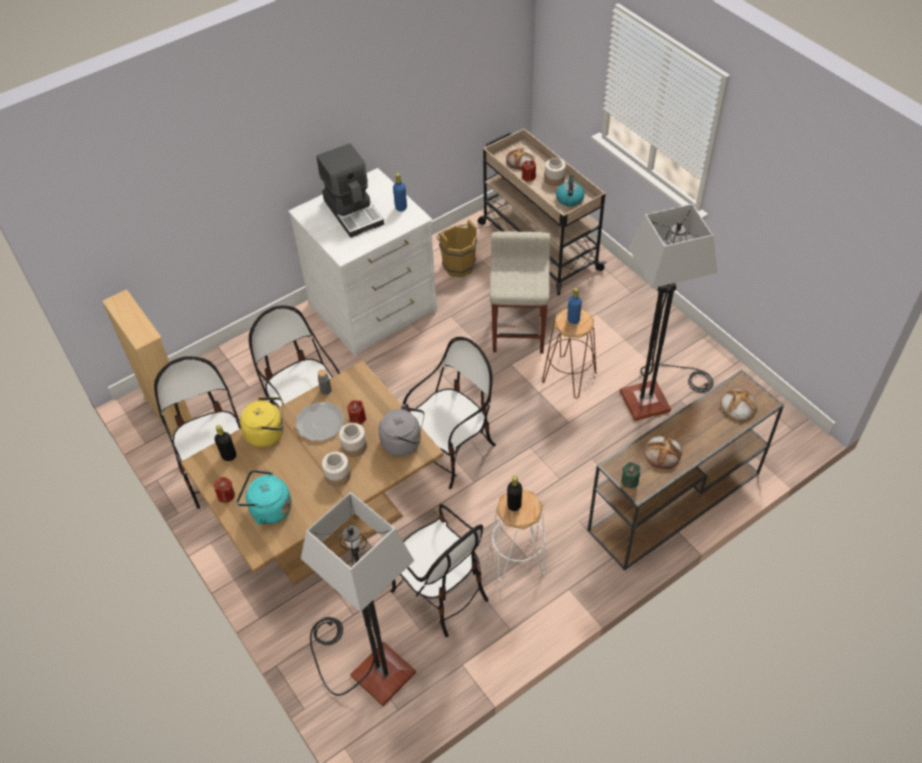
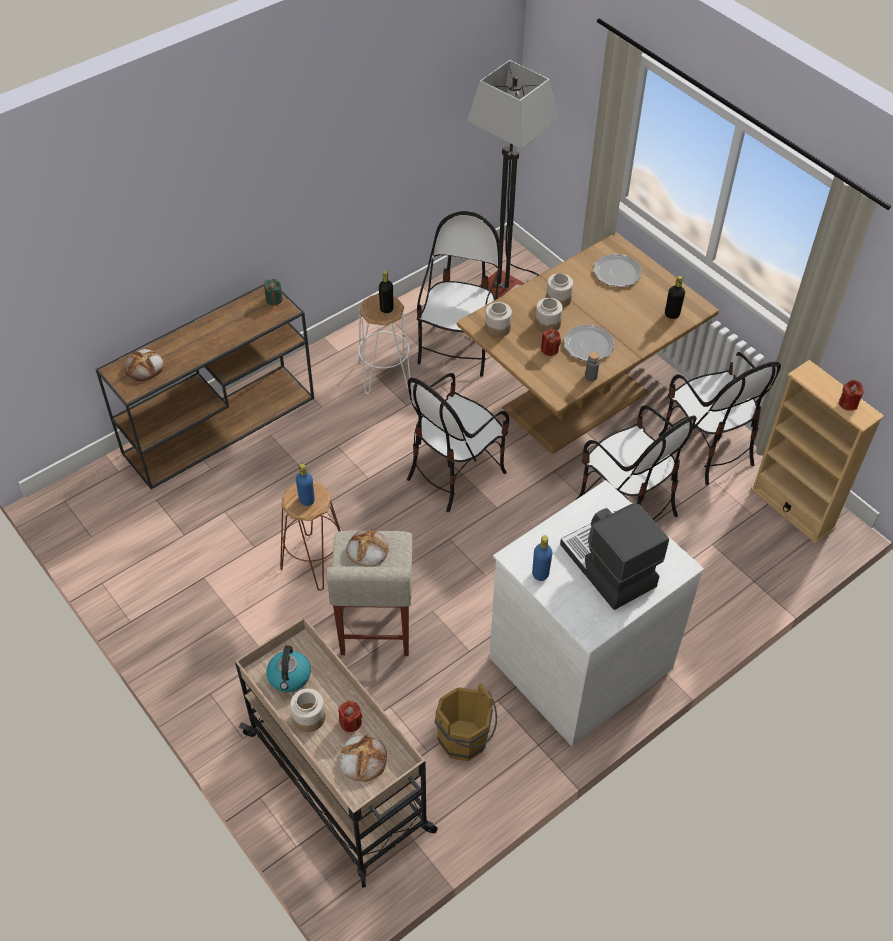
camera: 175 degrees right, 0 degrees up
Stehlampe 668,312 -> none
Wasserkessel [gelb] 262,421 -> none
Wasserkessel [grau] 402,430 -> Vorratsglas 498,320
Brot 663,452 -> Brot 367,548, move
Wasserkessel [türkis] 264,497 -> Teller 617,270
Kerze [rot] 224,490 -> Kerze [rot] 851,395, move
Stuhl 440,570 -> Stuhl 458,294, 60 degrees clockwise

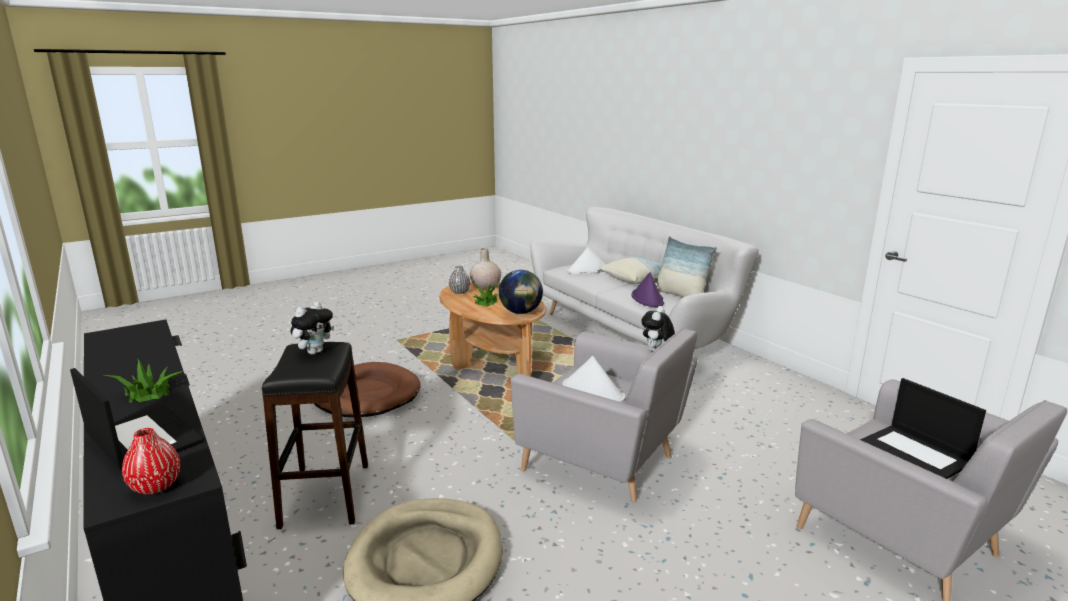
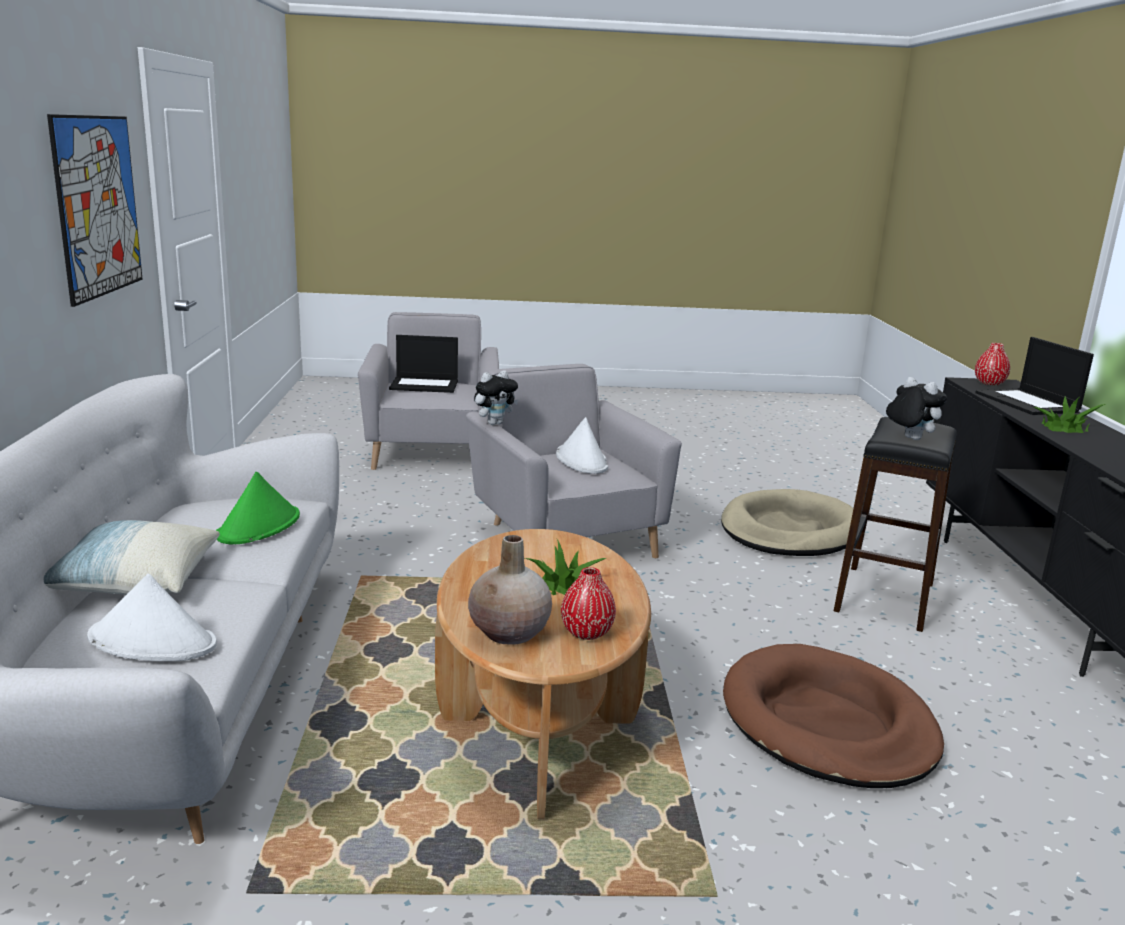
camera: 150 degrees left, 0 degrees up
Kissen 687,266 -> none
Vase [grau] 459,280 -> Vase [rot] 588,603
Globus 521,292 -> none
Hut [lila] 647,289 -> Hut [grün] 258,508
Plüschtier 312,328 -> Plüschtier 916,408, 75 degrees clockwise
Laptop 923,428 -> Laptop 423,364, 90 degrees clockwise
none -> Bild 95,210

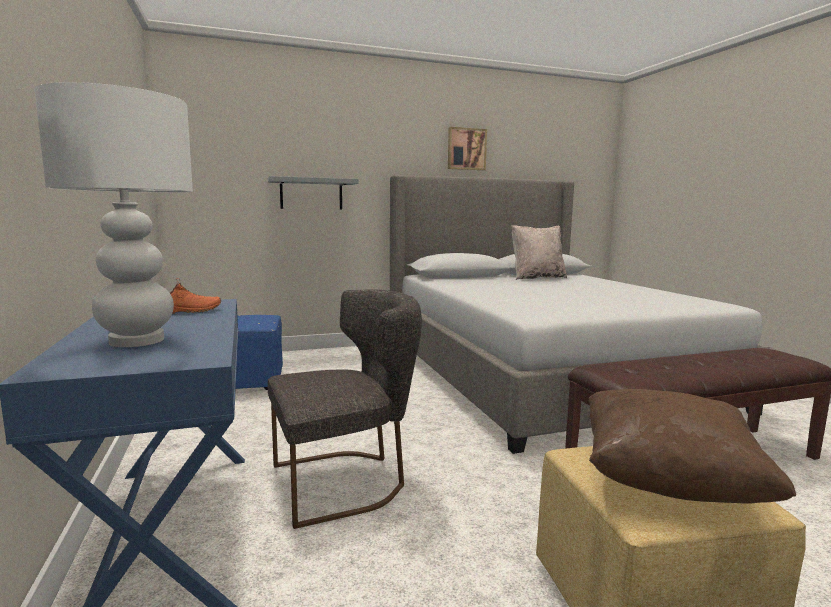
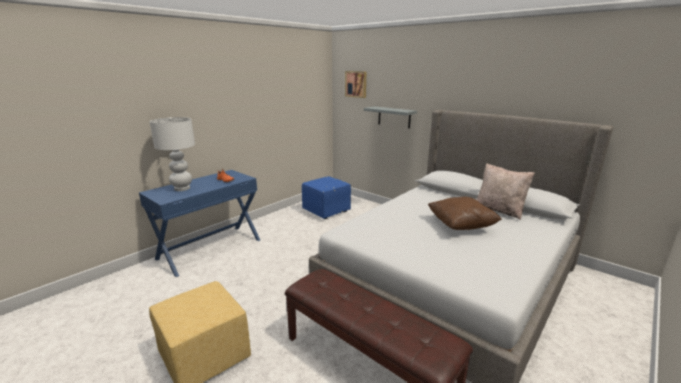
camera: 60 degrees right, 10 degrees up
Bild 467,148 -> Bild 355,84, move
Stuhl [grau] 345,409 -> none
Kissen [braun] 692,446 -> Kissen [braun] 465,213, move

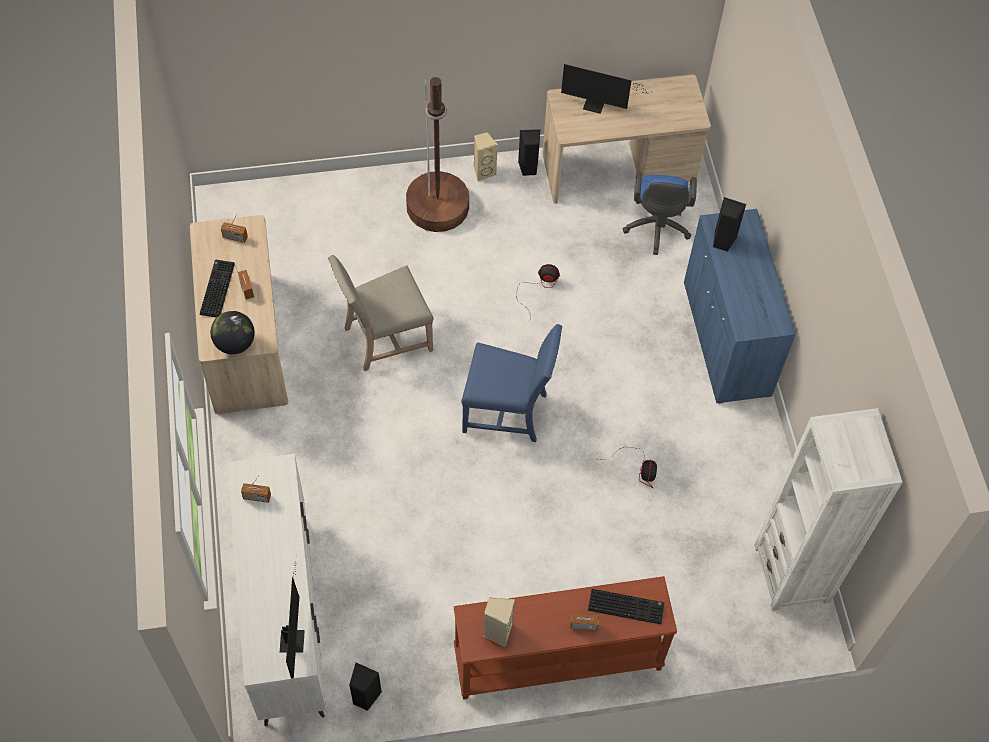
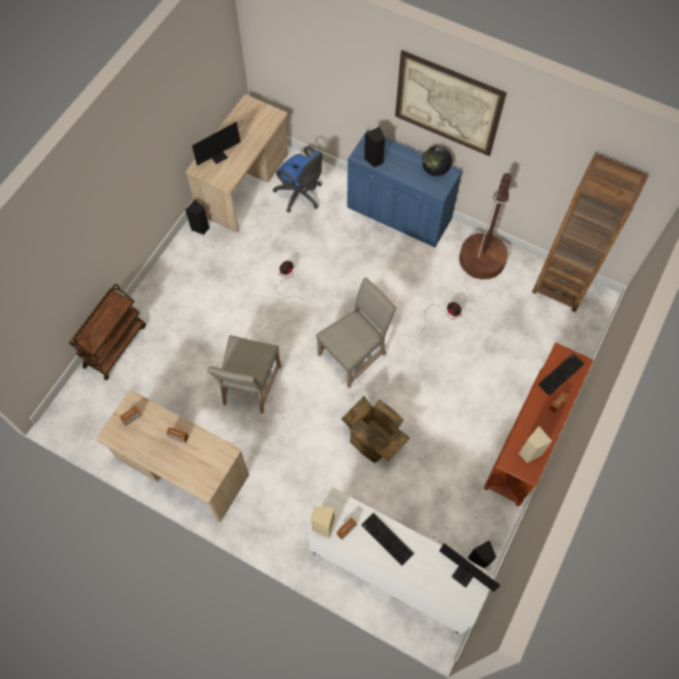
camera: 50 degrees left, 5 degrees up
Stehlampe [braun] 437,154 -> Stehlampe [braun] 485,226, move
Lautsprecher [beige] 486,156 -> Lautsprecher [beige] 323,522, move
Tastatur 217,289 -> Tastatur 388,539, move
Globus 232,332 -> Globus 437,161, move
Stuhl [blau] 511,383 -> Stuhl [beige] 356,333
Bücherregal [weiß] 828,509 -> Bücherregal [braun] 590,232
none -> Bild 451,103
none -> Rollwagen [braun] 107,332
none -> Karton 376,429

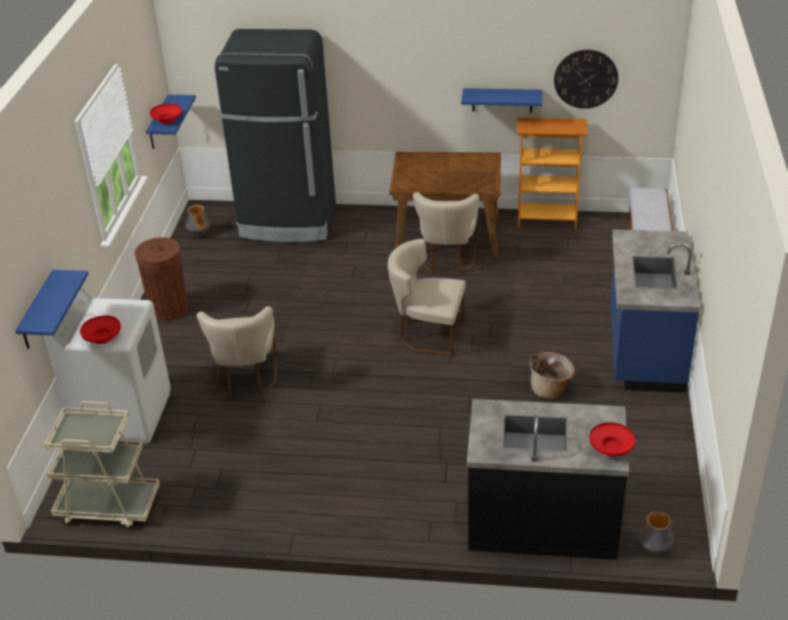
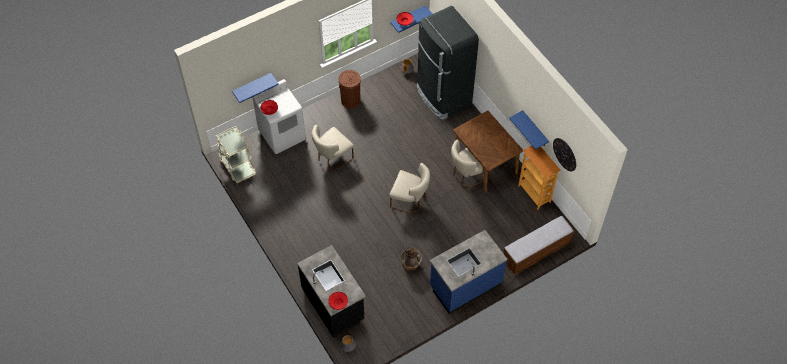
camera: 50 degrees right, 20 degrees up
Stuhl [beige] 426,297 -> Stuhl [beige] 410,188, 135 degrees clockwise

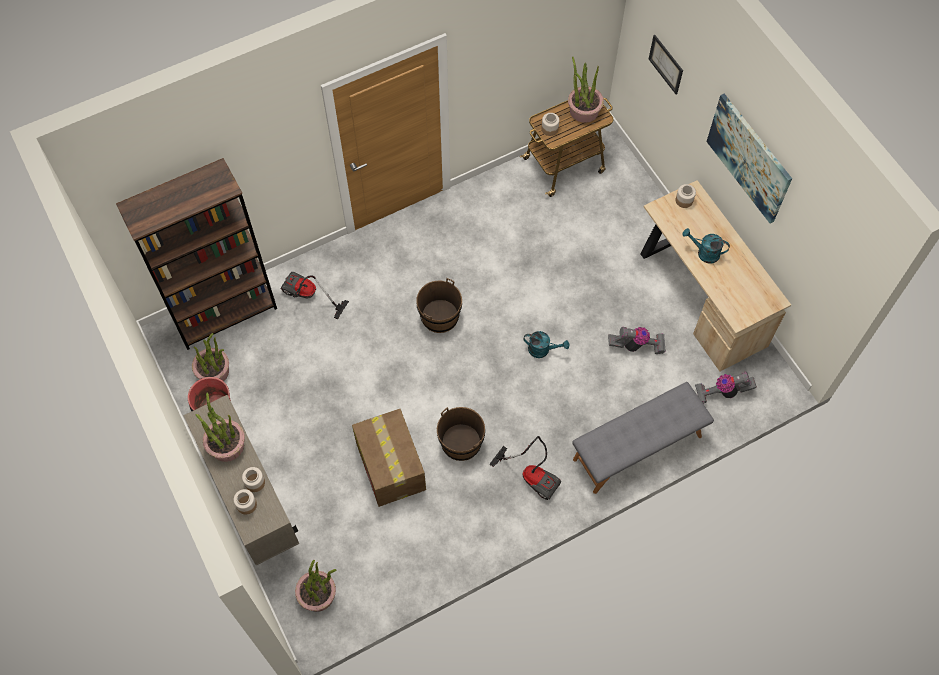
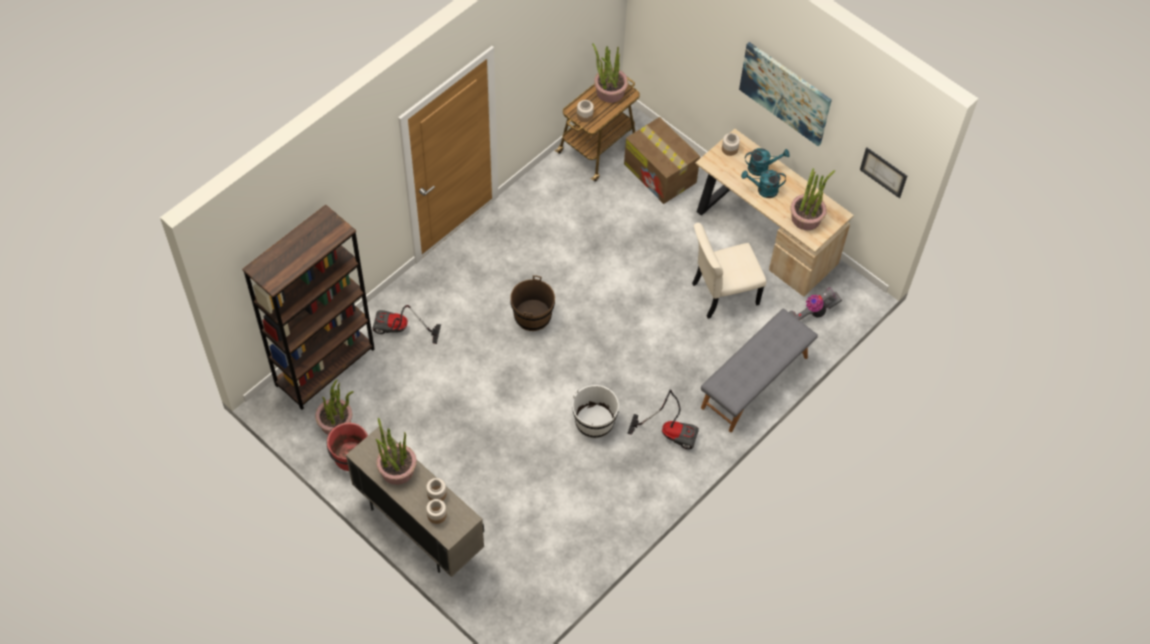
camera: 20 degrees left, 5 degrees down
Bild 666,64 -> Bild 883,173, move
Staubsauger 637,340 -> Stuhl [beige] 729,271
Gießkanne [türkis] 546,344 -> Gießkanne [türkis] 767,162, move
Eimer [braun] 461,434 -> Eimer [weiß] 595,411
Karton 389,458 -> Karton 662,160, move
Topfpflanze 315,586 -> Topfpflanze 812,199, move

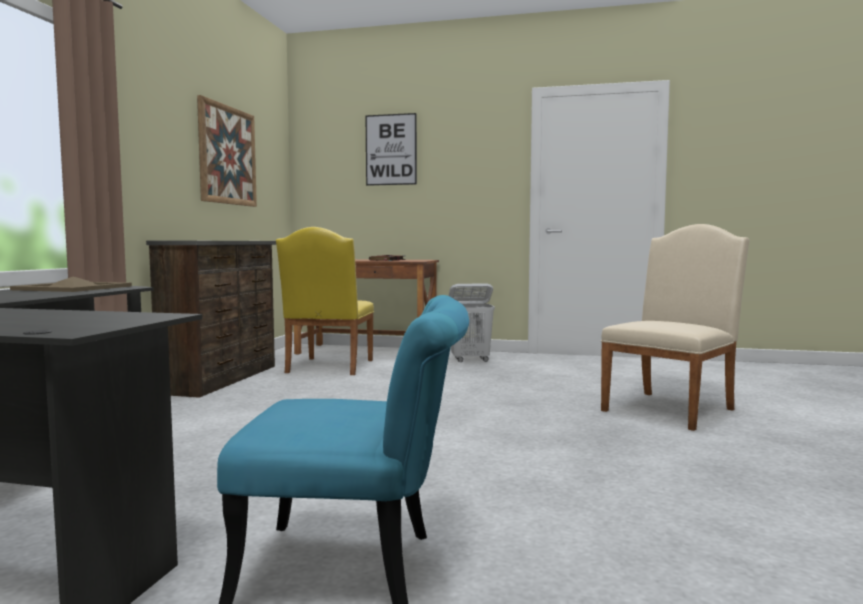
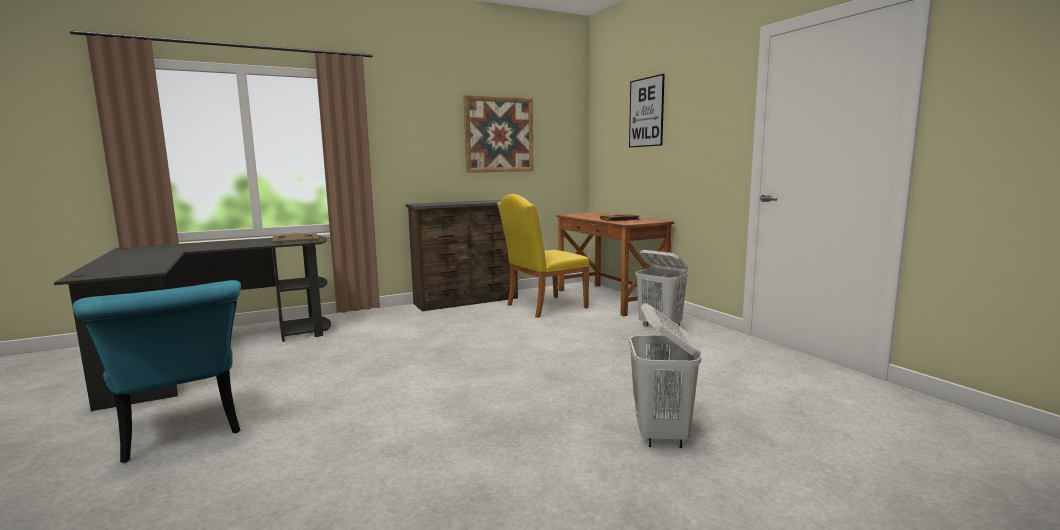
camera: 50 degrees right, 5 degrees up
Stuhl [beige] 675,327 -> Wäschekorb [weiß] 665,375

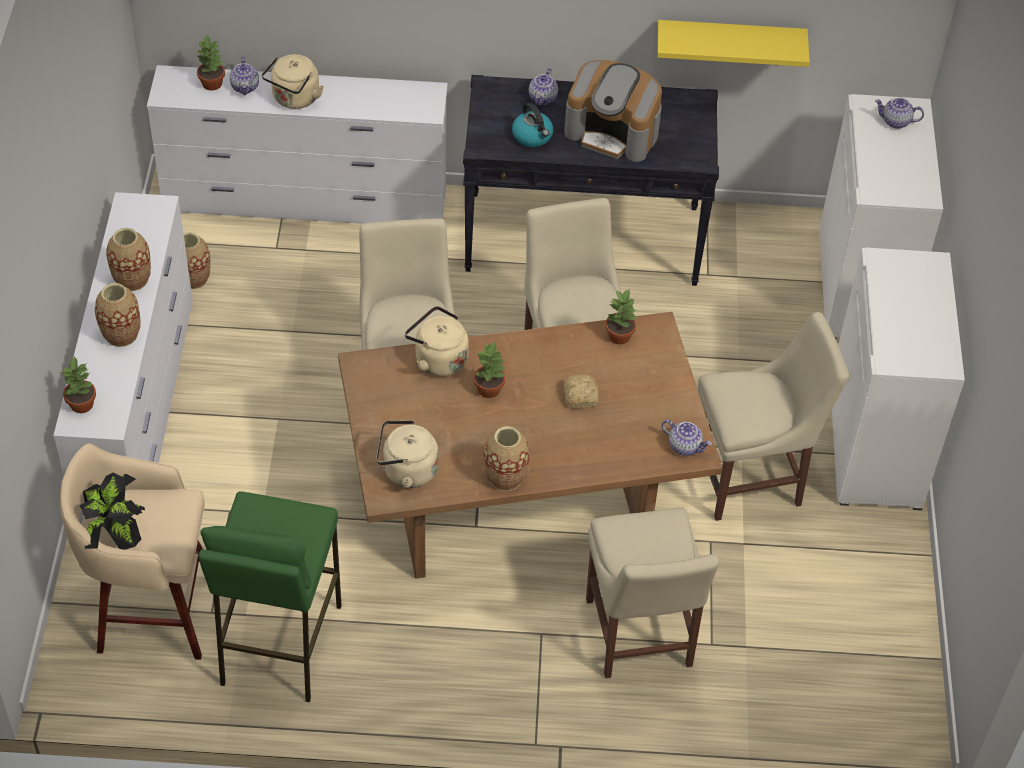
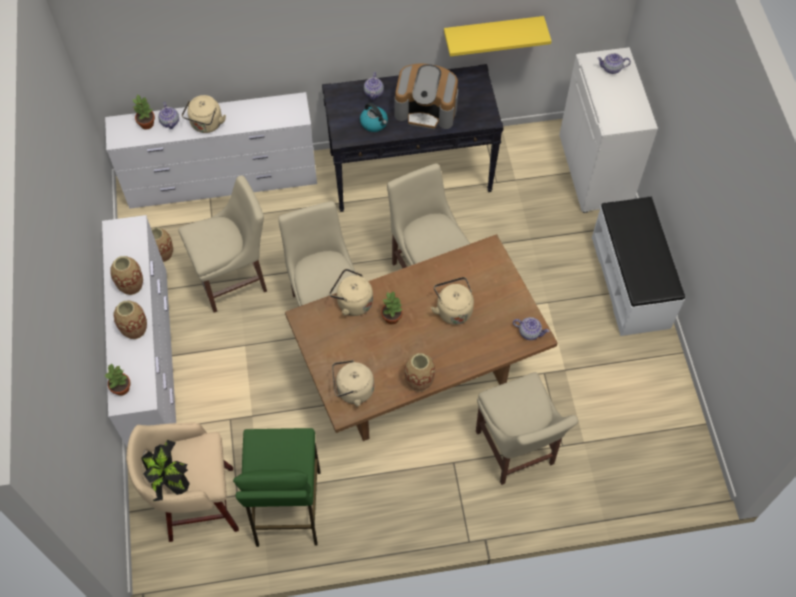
camera: 10 degrees left, 10 degrees up
Schrank [weiß] 898,379 -> Bank [weiß] 638,266
Topfpflanze 621,316 -> none
Stuhl [beige] 773,416 -> Stuhl [beige] 222,244, move
Brot 581,391 -> Wasserkessel [beige] 452,301

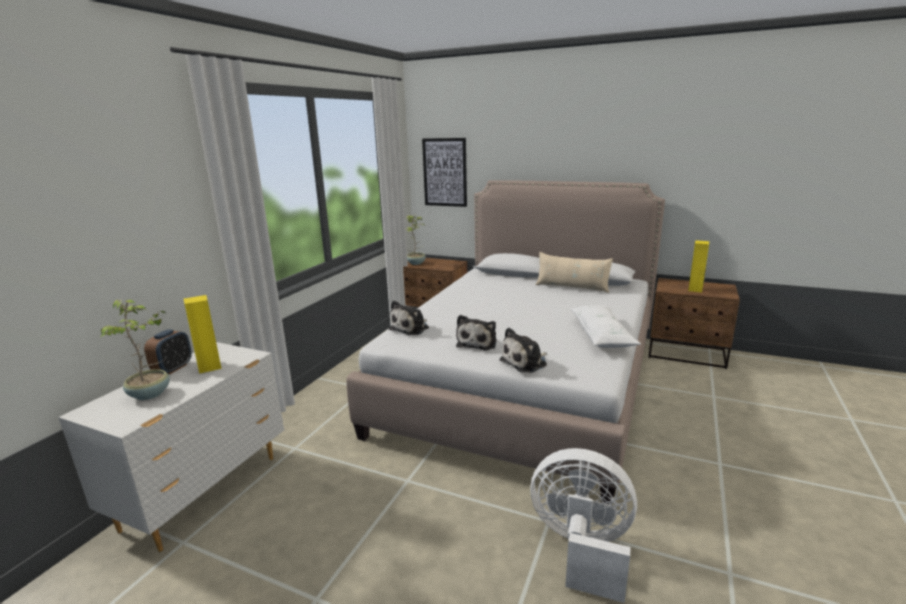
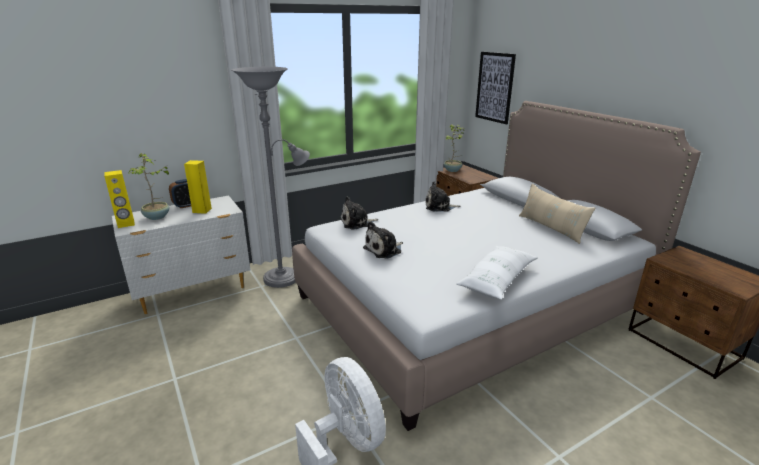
camera: 35 degrees right, 5 degrees up
Lautsprecher [gelb] 698,266 -> Lautsprecher [gelb] 119,199, move
Plüschtier 523,350 -> Plüschtier 443,196, move
none -> Stehlampe [grau] 271,177

